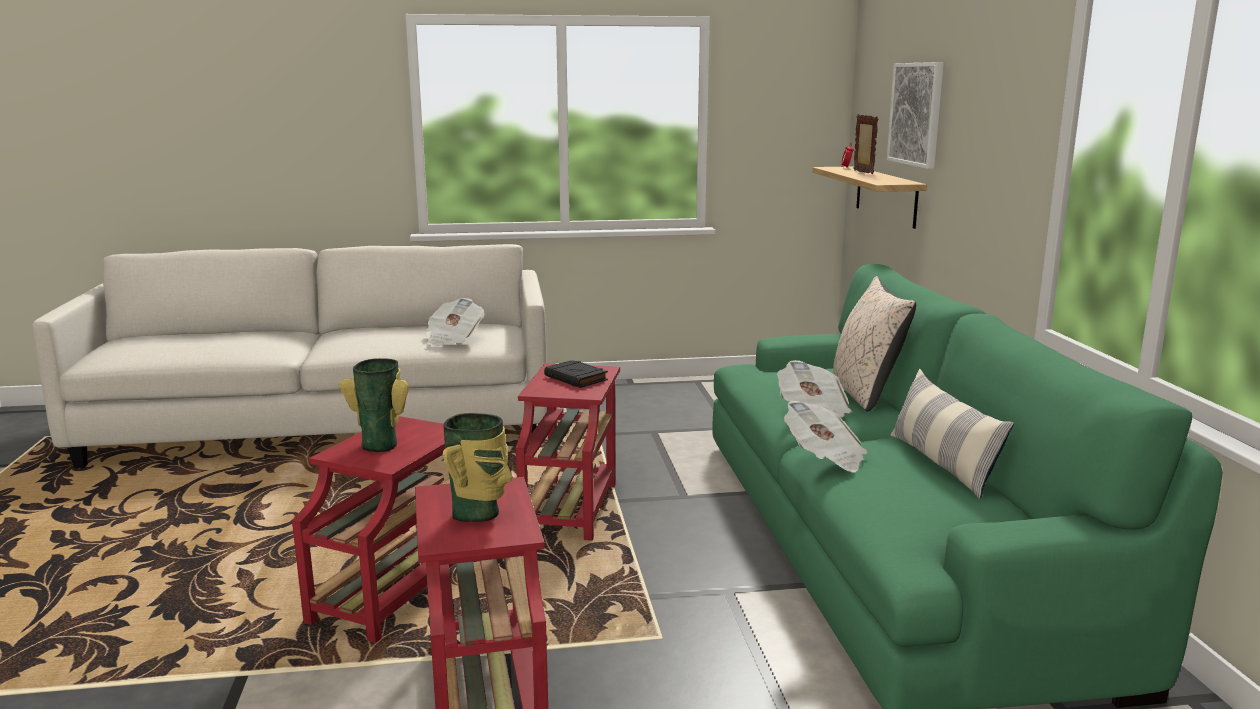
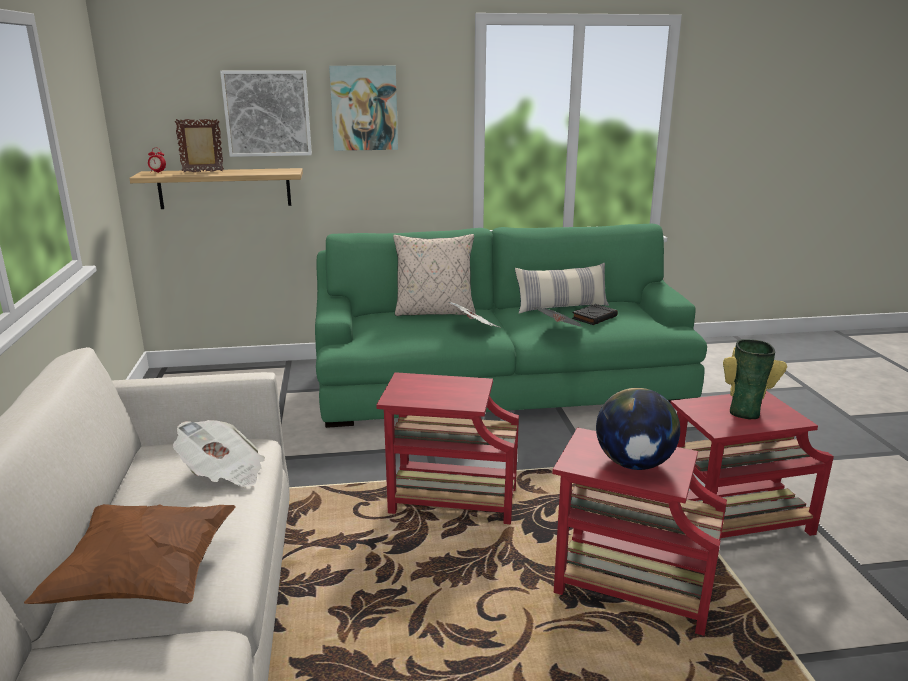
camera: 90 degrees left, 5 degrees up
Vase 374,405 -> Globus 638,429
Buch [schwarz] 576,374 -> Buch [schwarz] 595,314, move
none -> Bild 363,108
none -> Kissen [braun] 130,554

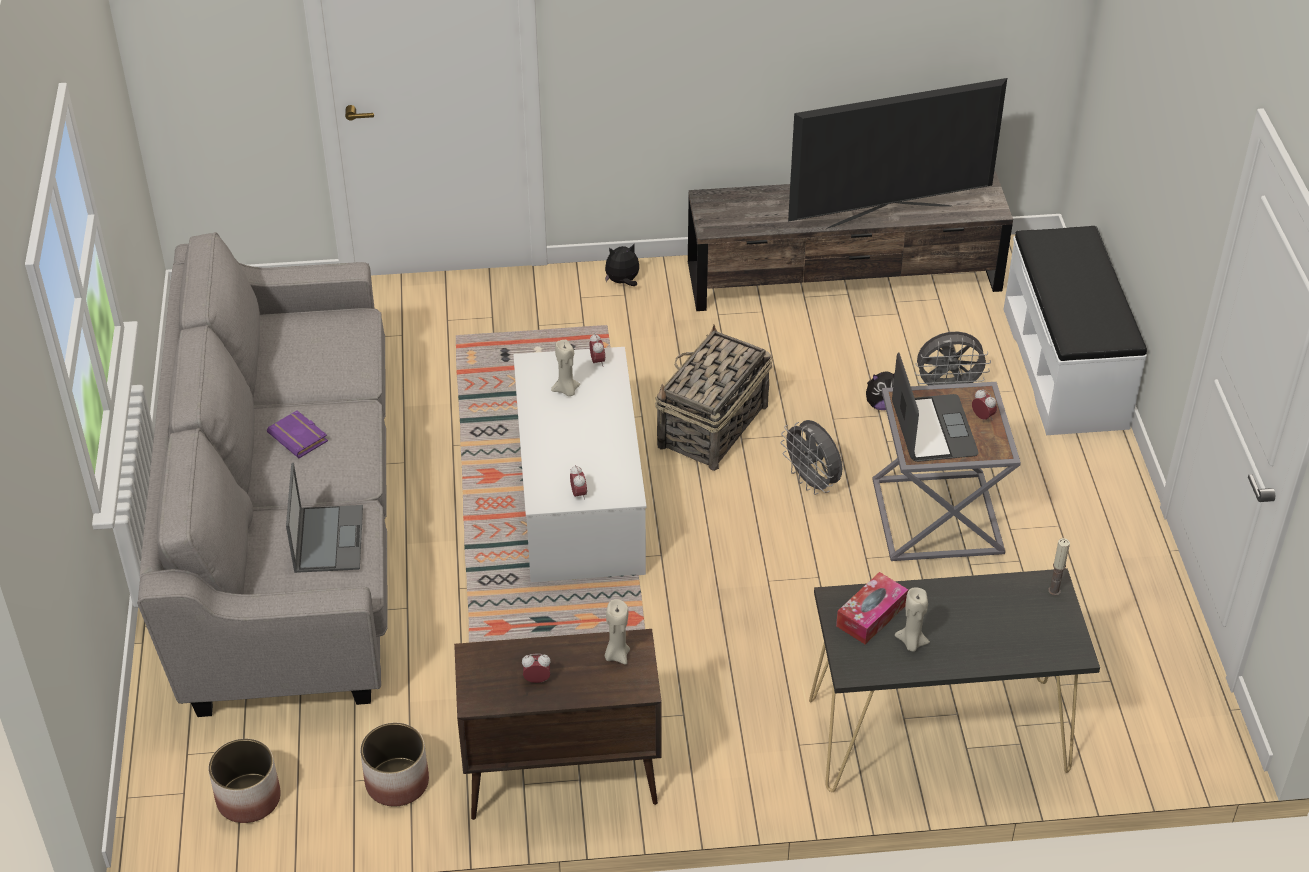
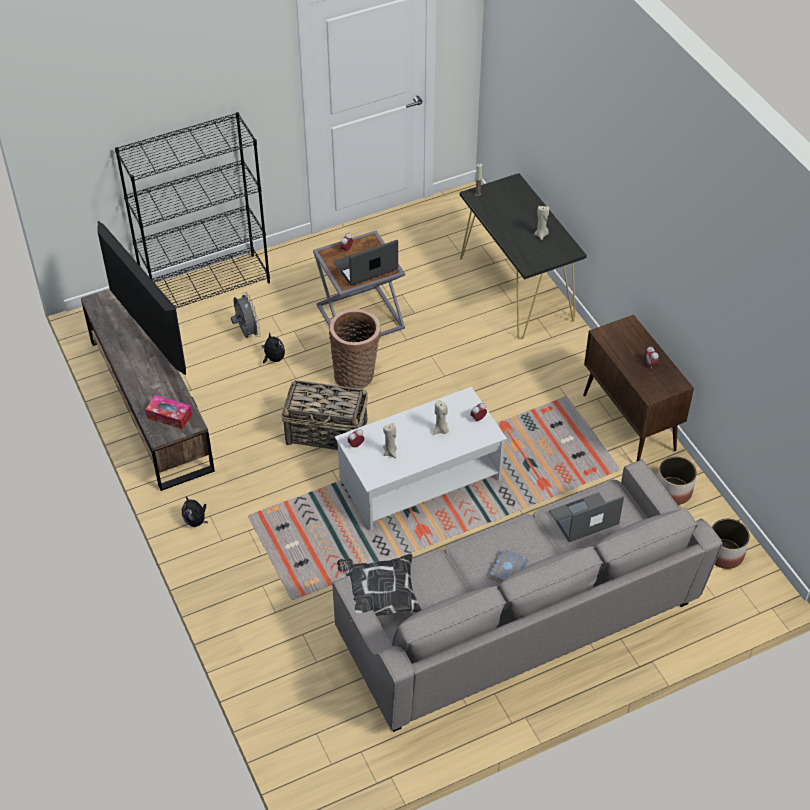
camera: 110 degrees left, 5 degrees up
Bank [weiß] 1075,330 -> Bücherregal [schwarz] 192,210
Buch [lila] 297,434 -> Buch [grau] 508,565
Ventilator [grau] 811,457 -> Korb 355,349
Taschentuchbox 872,608 -> Taschentuchbox 168,412, move
Kerze [beige] 617,632 -> Kerze [beige] 441,417, move
none -> Kissen 379,588

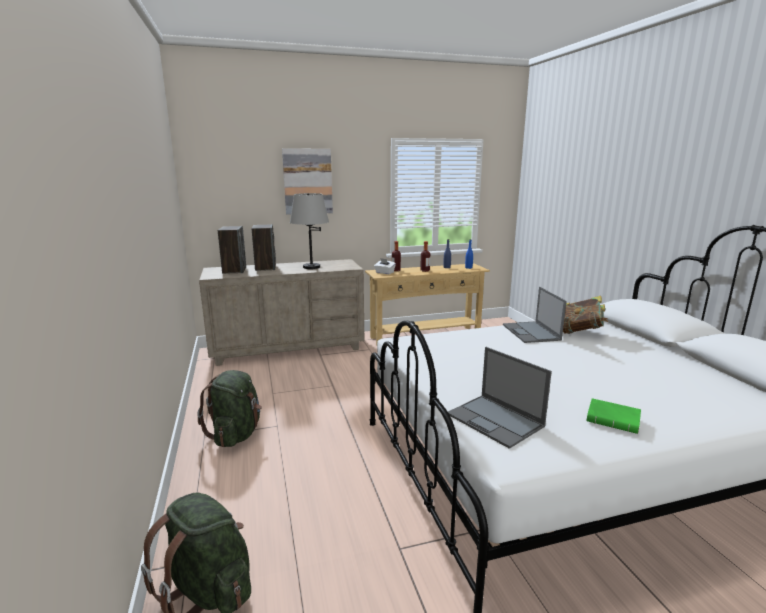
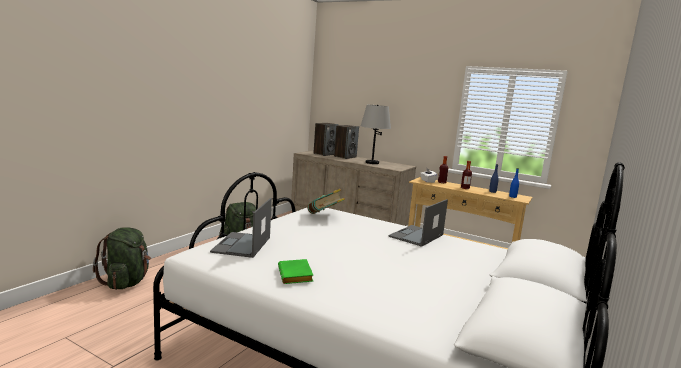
camera: 45 degrees right, 5 degrees down
Bild 307,181 -> none
Buch 585,315 -> Buch 326,201, move

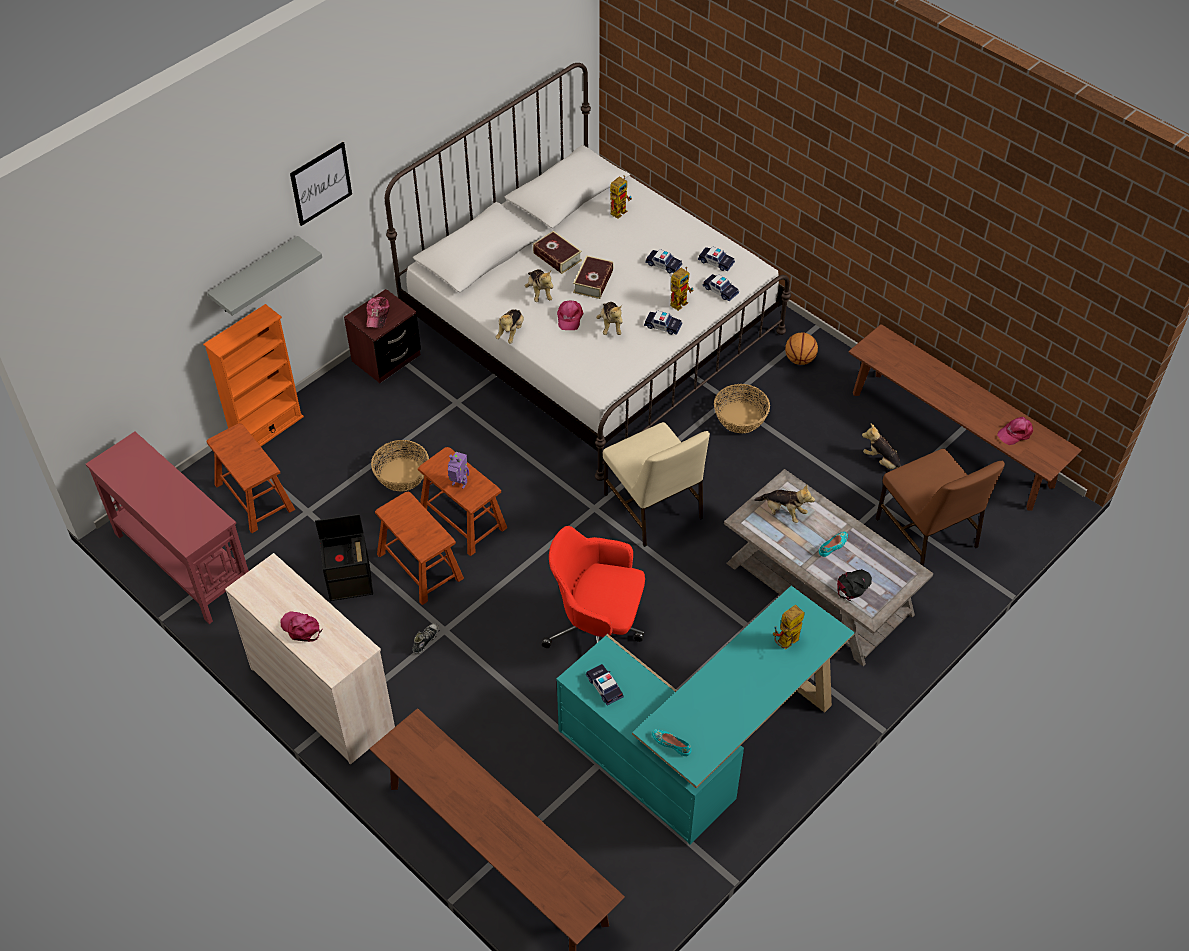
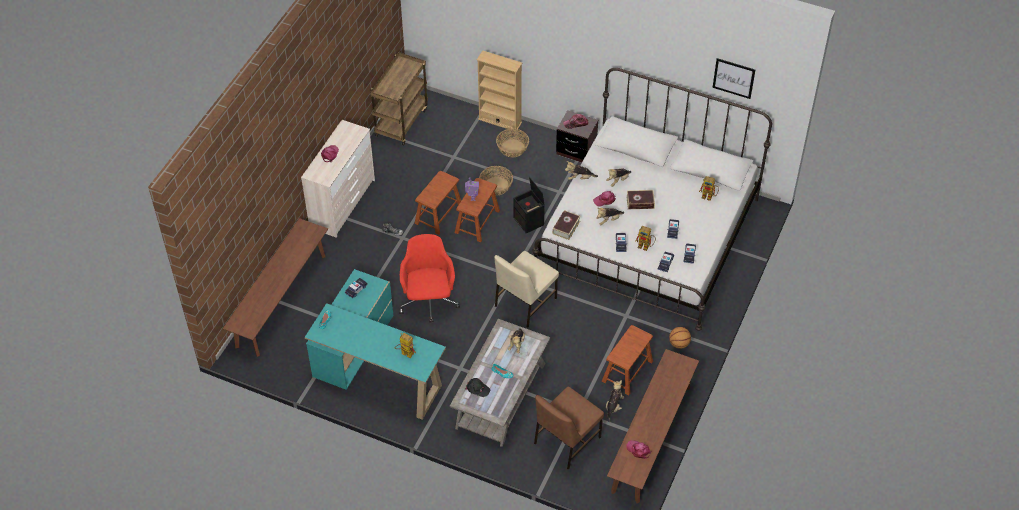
camera: 70 degrees right, 0 degrees up
Bild 321,184 -> Bild 733,78, move
Buch 557,252 -> Buch 566,225, move
Wandregal [grau] 264,276 -> none
Bücherregal [orange] 253,375 -> Bücherregal [beige] 499,91
Korb 742,408 -> Korb 512,143, move
Hocker [braun] 250,478 -> Hocker [braun] 627,360, move
Konsolentisch [rot] 167,528 -> Rollwagen [braun] 399,99
Aufbewahrungsbox [schwarz] 344,557 -> Aufbewahrungsbox [schwarz] 529,205, move

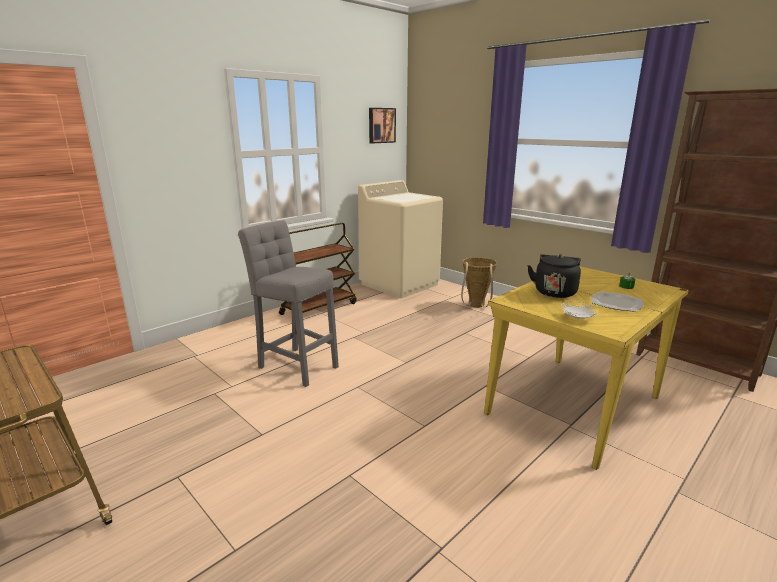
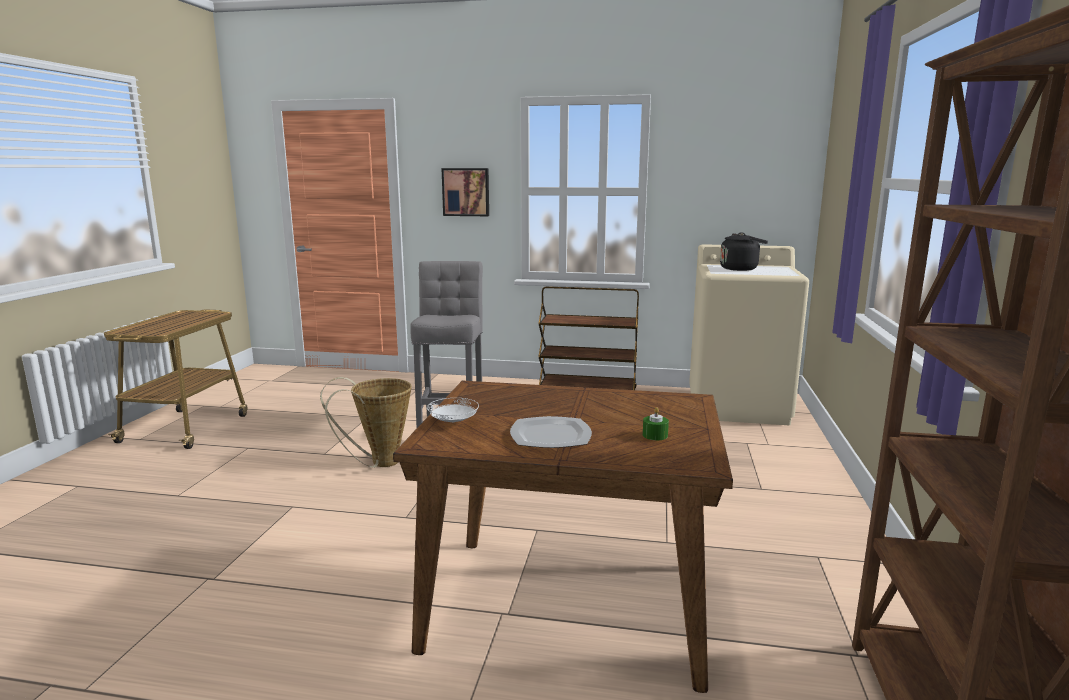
camera: 55 degrees right, 5 degrees down
Bild 382,126 -> Bild 465,192, move
Wasserkessel [schwarz] 554,276 -> Wasserkessel [schwarz] 744,251, move
Korb 479,282 -> Korb 366,422, move
Esstisch [gelb] 586,368 -> Esstisch [braun] 563,537

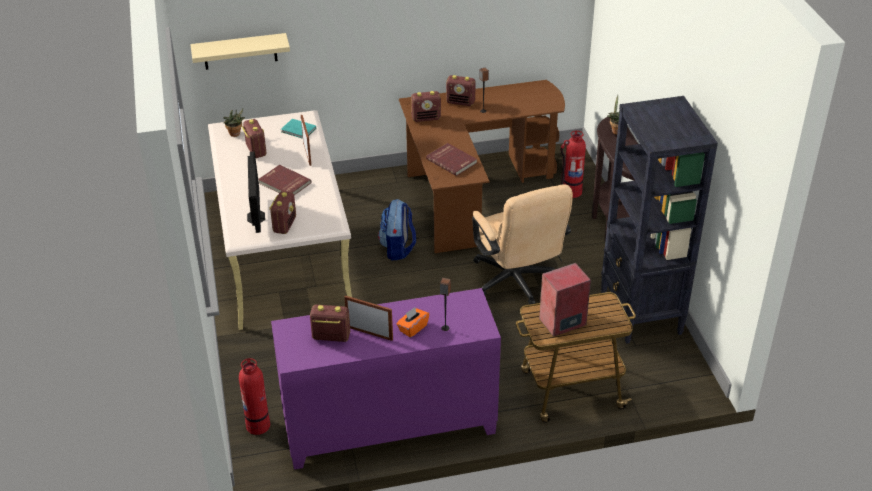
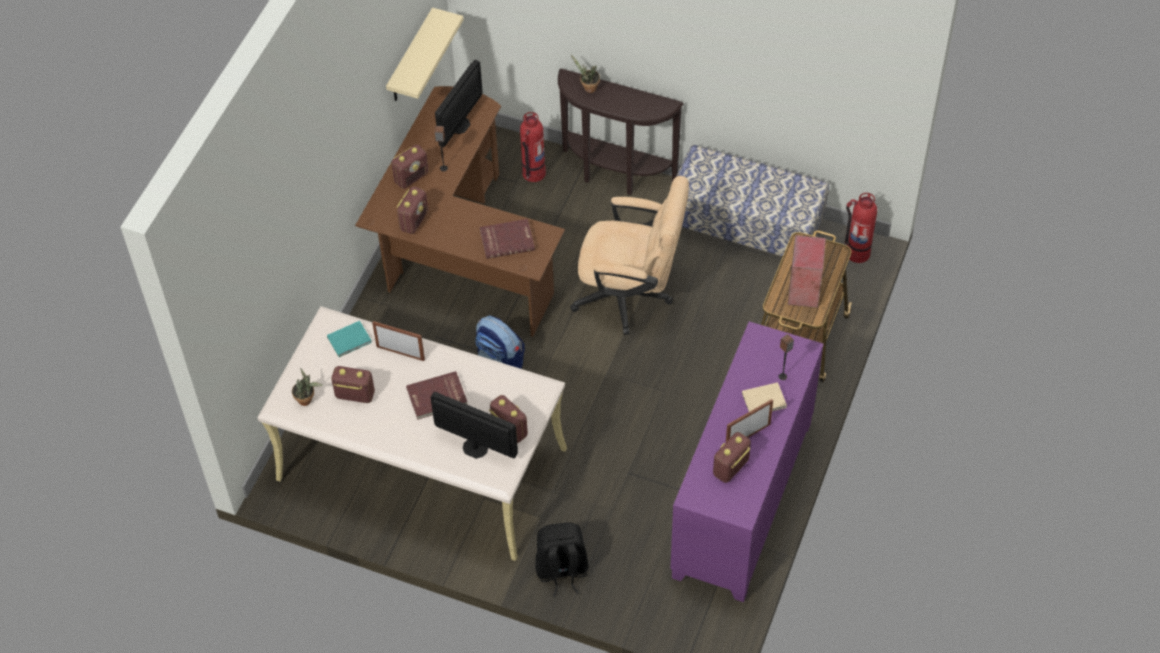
camera: 55 degrees left, 15 degrees up
Wandregal [beige] 240,51 -> Wandregal [beige] 425,54, move
Bücherregal [schwarz] 659,220 -> Bank 752,200
Taschentuchbox [orange] 412,322 -> Buch [beige] 764,397
Feuerlöscher 254,396 -> Feuerlöscher 861,228, move
none -> Monitor 458,103
none -> Rucksack [schwarz] 561,559

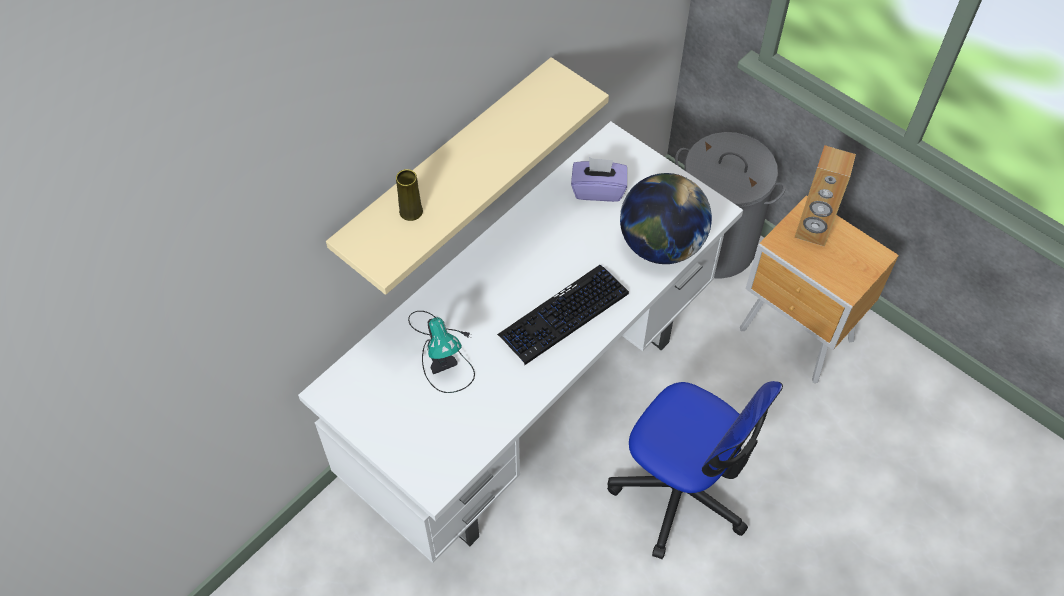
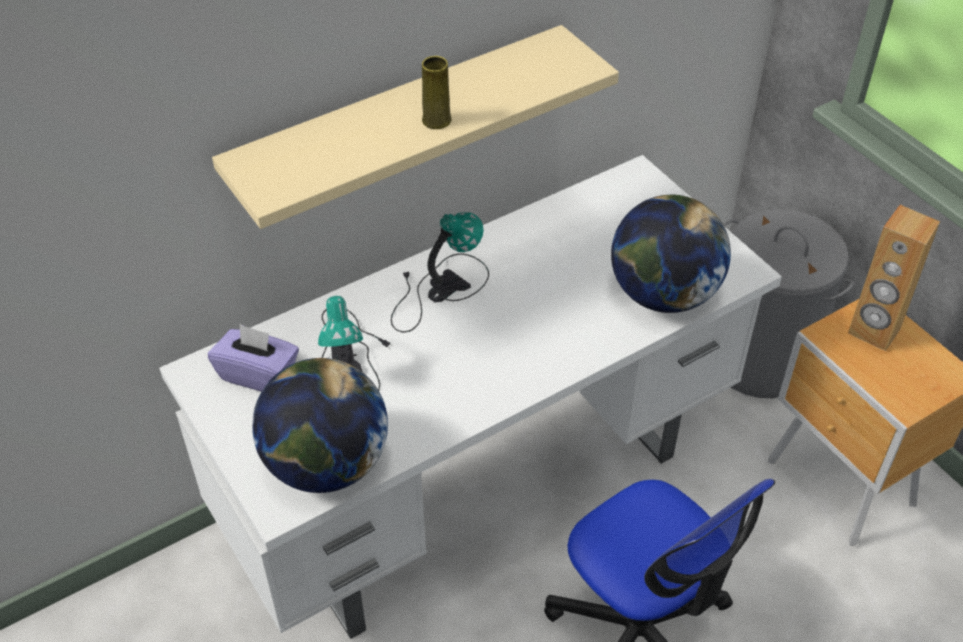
camera: 15 degrees right, 10 degrees down
Taschentuchbox [lila] 599,179 -> Taschentuchbox [lila] 253,358, move
Vase [gelb] 409,195 -> Vase [gelb] 436,92, move
Tastatur 563,315 -> none
none -> Tischlampe 440,272
none -> Globus 320,425

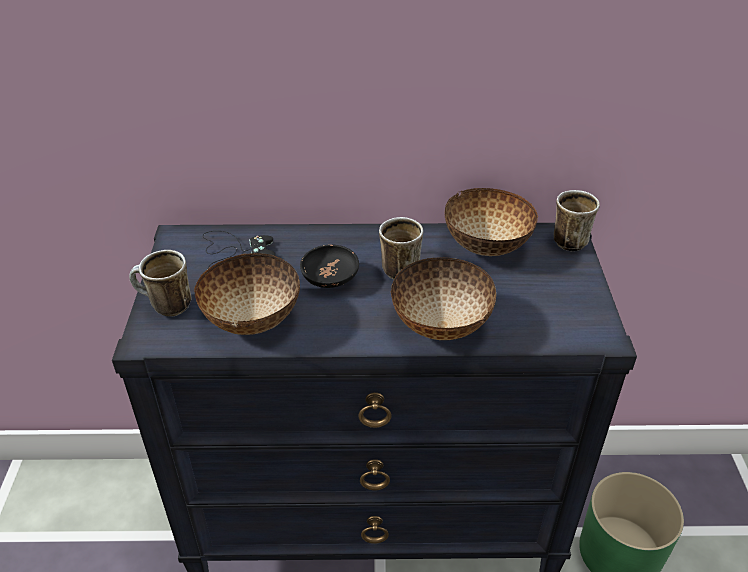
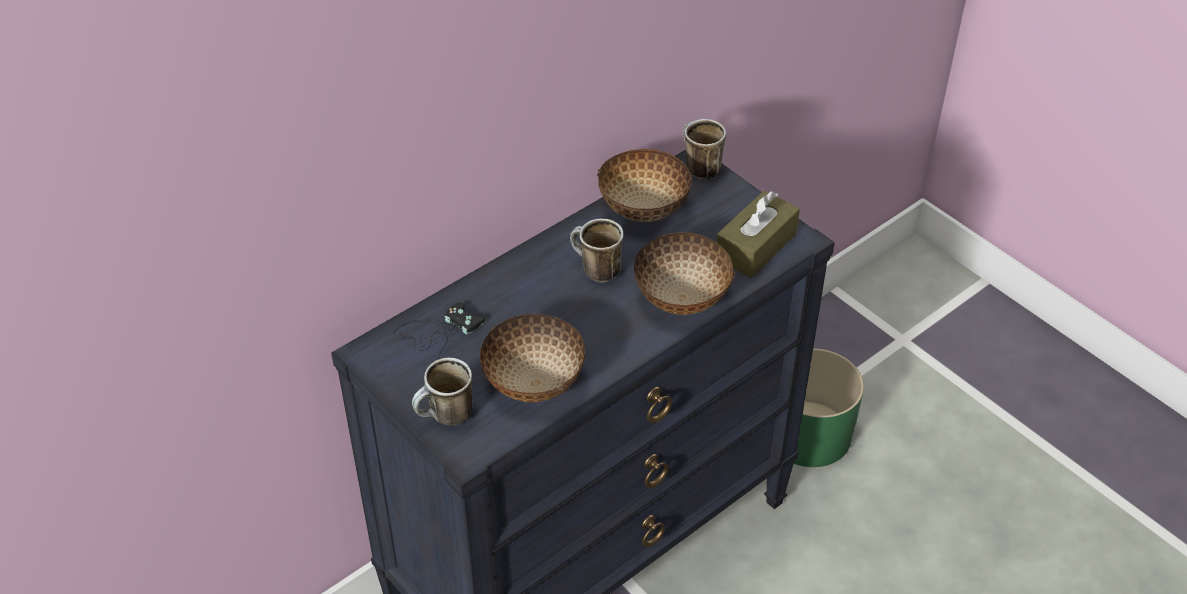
camera: 40 degrees left, 5 degrees up
Schüssel [schwarz] 329,266 -> none
none -> Taschentuchbox [braun] 758,234

